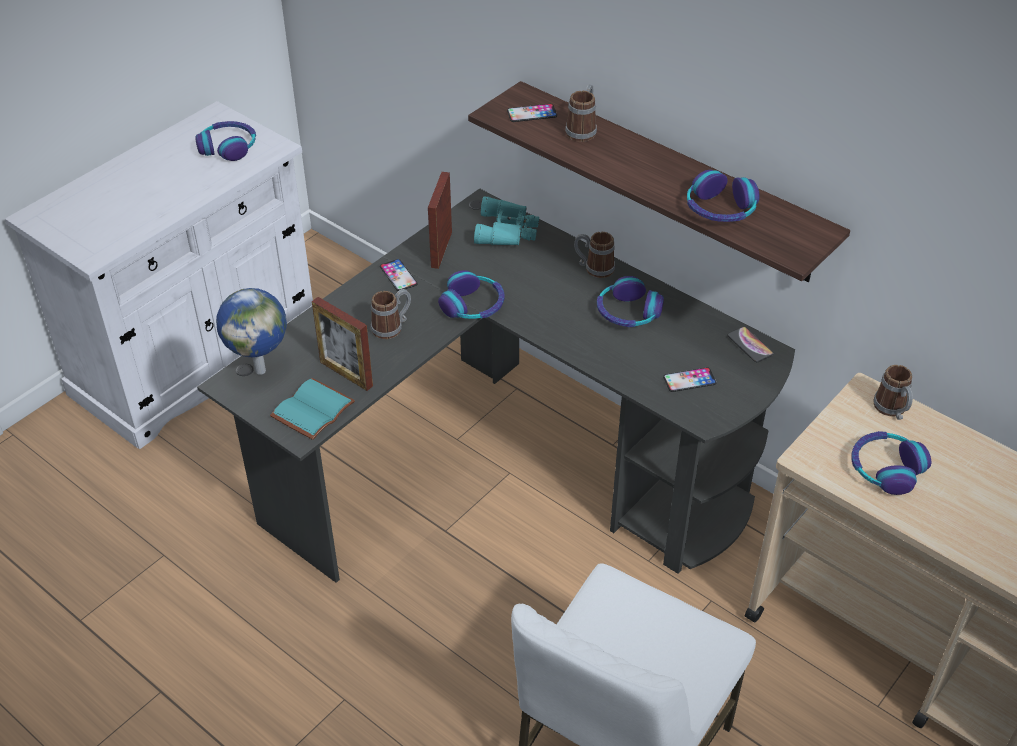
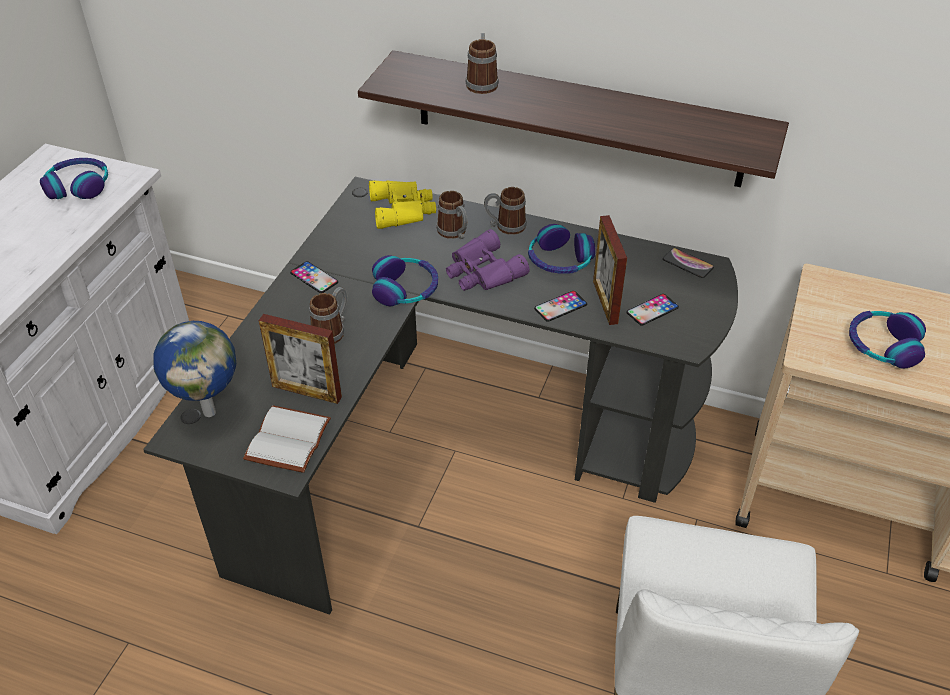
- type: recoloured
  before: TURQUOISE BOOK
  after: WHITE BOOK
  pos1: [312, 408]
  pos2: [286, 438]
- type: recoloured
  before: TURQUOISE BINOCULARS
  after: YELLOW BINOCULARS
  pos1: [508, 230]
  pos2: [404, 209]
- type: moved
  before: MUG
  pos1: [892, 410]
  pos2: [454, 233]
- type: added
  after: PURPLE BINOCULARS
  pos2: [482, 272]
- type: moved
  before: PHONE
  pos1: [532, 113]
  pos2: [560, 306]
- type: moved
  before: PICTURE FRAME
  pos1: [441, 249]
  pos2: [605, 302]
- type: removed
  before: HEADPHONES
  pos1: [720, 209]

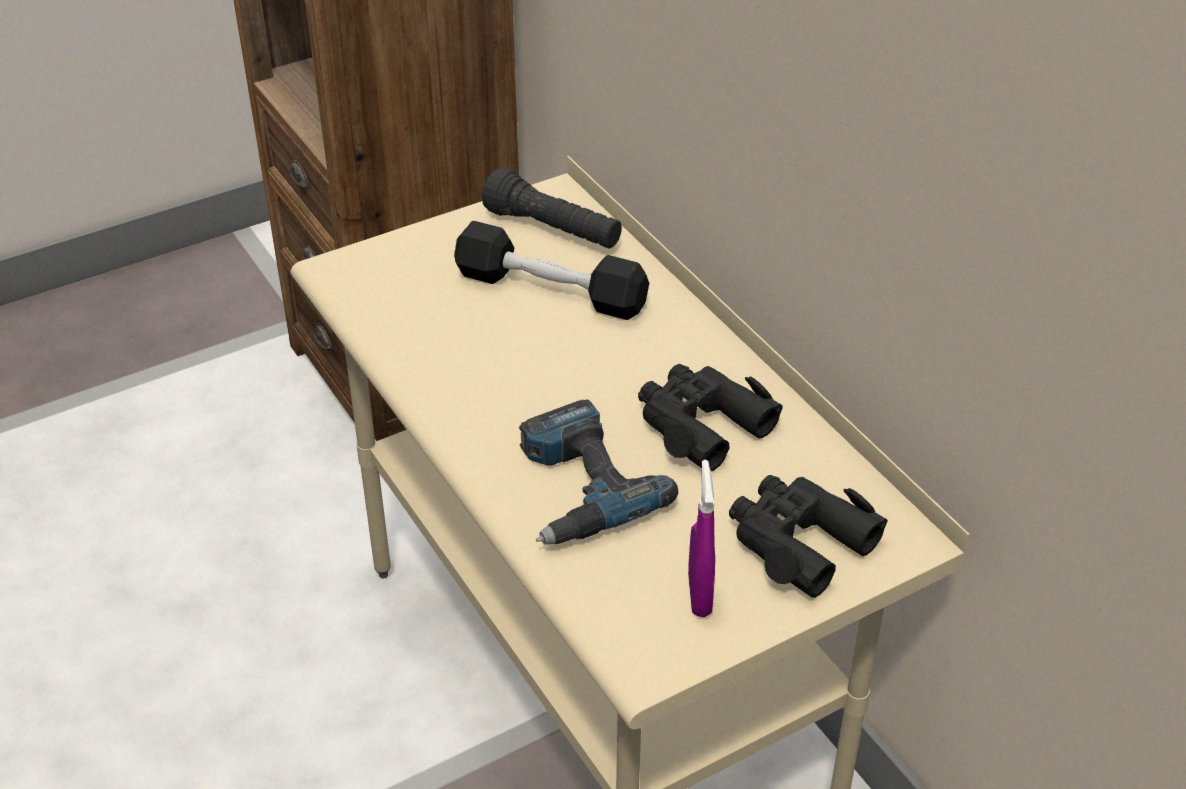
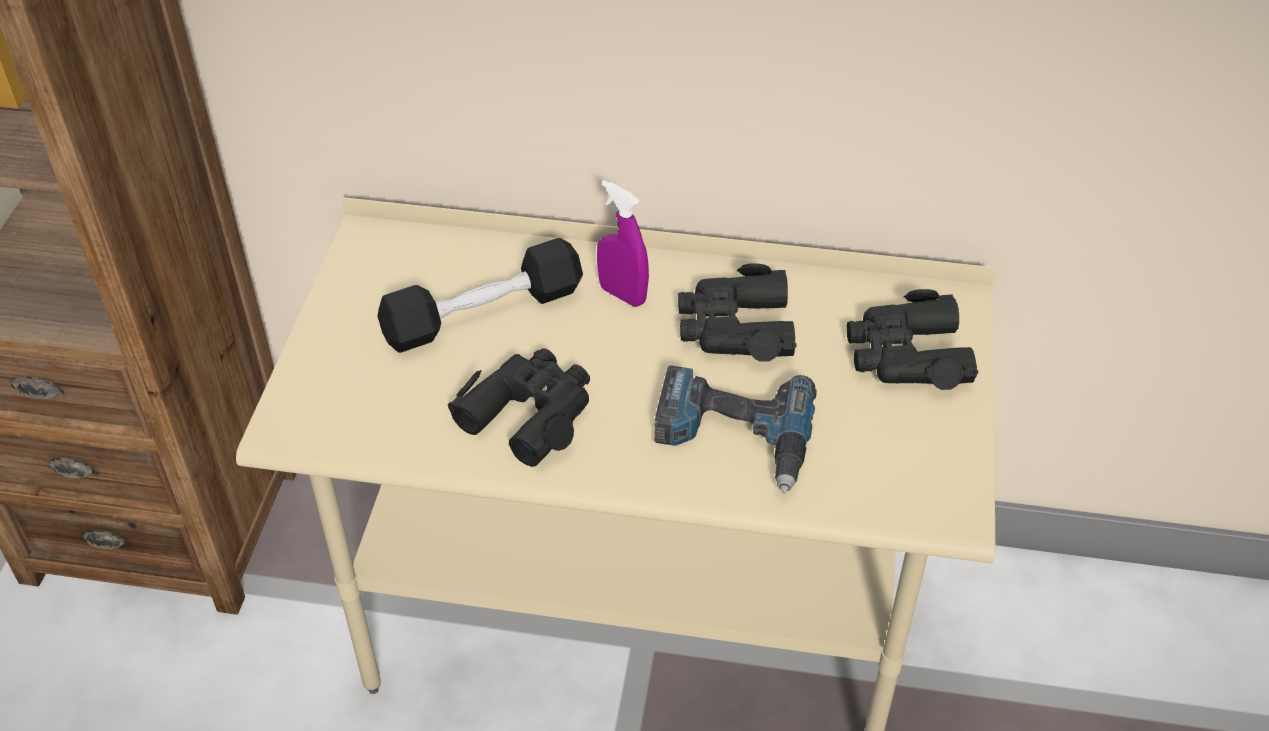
- type: added
  after: BLACK BINOCULARS
  pos2: [529, 412]
- type: moved
  before: PURPLE SPRAY BOTTLE
  pos1: [699, 595]
  pos2: [622, 295]
- type: removed
  before: BLACK FLASHLIGHT
  pos1: [553, 230]

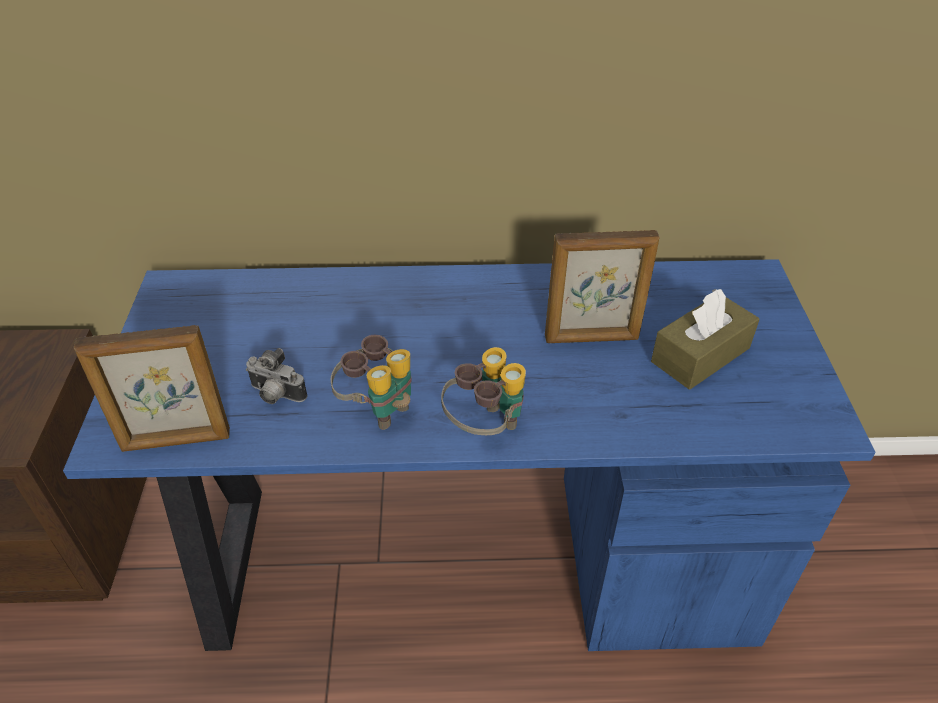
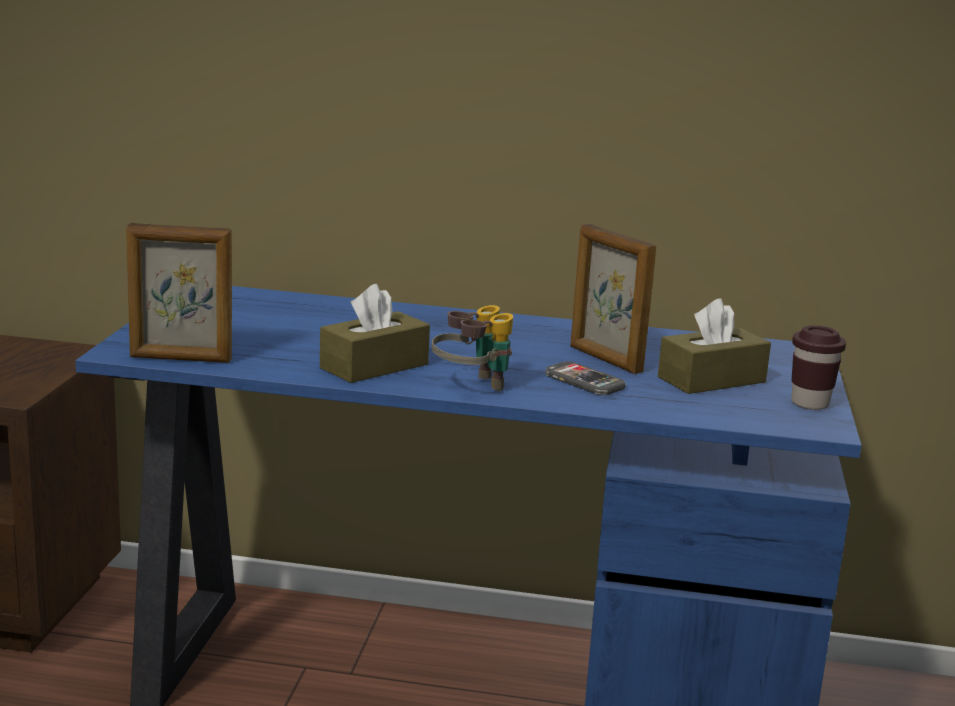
- type: replaced
  before: BINOCULARS
  after: BROWN TISSUE BOX
  pos1: [378, 407]
  pos2: [374, 366]
- type: added
  after: PHONE
  pos2: [584, 381]
- type: turned
  before: PICTURE FRAME
  pos1: [592, 338]
  pos2: [605, 359]
  turn: 45
- type: added
  after: BROWN CUP
  pos2: [810, 403]
- type: removed
  before: PHOTO CAMERA
  pos1: [275, 396]

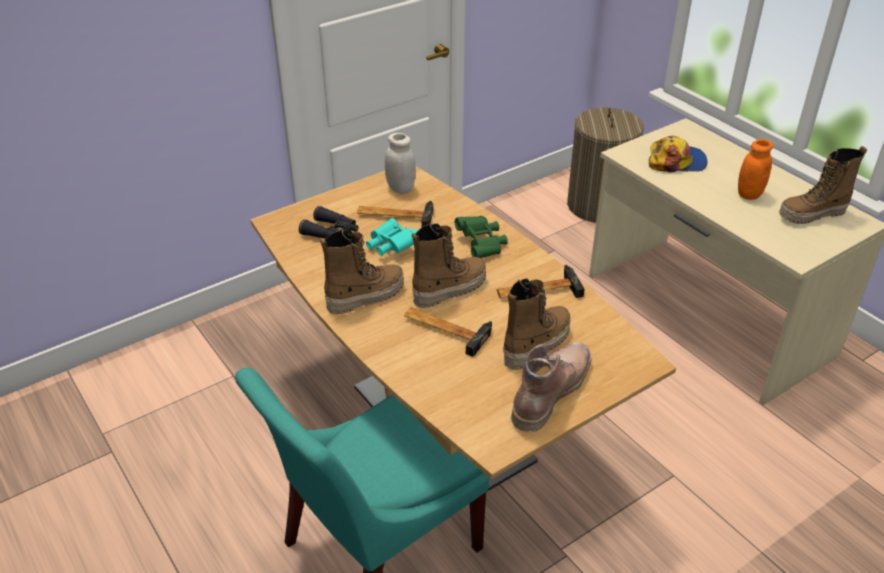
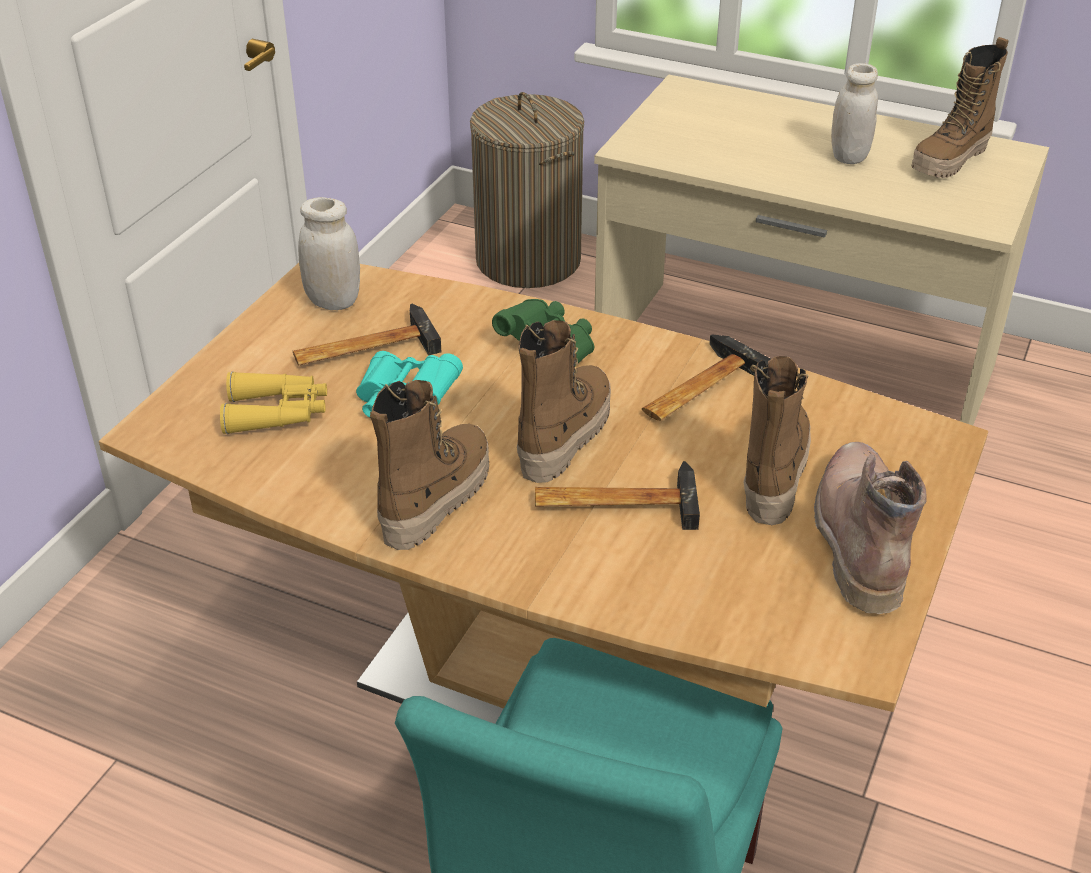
- type: recoloured
  before: BLACK BINOCULARS
  after: YELLOW BINOCULARS
  pos1: [332, 232]
  pos2: [277, 413]
- type: recoloured
  before: ORANGE JAR
  after: WHITE JAR
  pos1: [749, 194]
  pos2: [849, 156]
- type: removed
  before: CAP
  pos1: [676, 161]

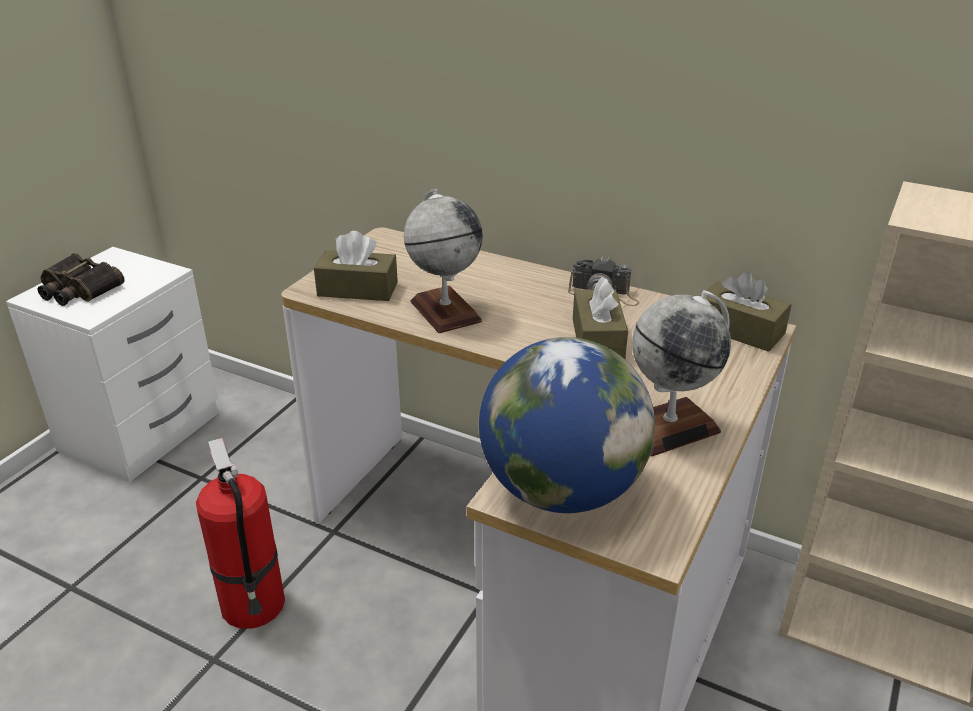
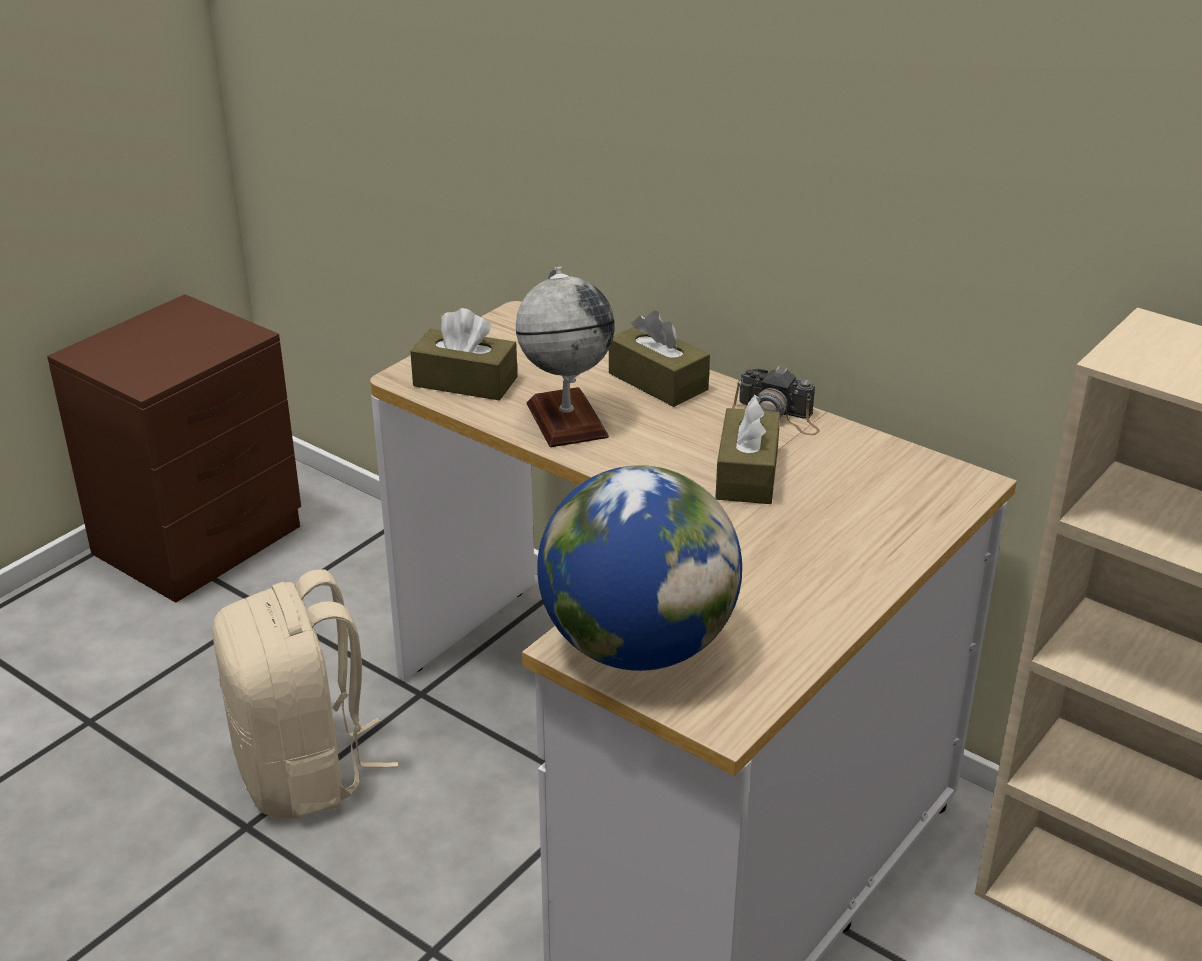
- type: recoloured
  before: WHITE NIGHTSTAND
  after: BROWN NIGHTSTAND
  pos1: [144, 431]
  pos2: [203, 540]
- type: replaced
  before: FIRE EXTINGUISHER
  after: BEIGE BACKPACK
  pos1: [254, 606]
  pos2: [305, 771]
- type: moved
  before: BROWN TISSUE BOX
  pos1: [739, 330]
  pos2: [658, 381]
- type: removed
  before: BINOCULARS
  pos1: [78, 289]
- type: removed
  before: GLOBE
  pos1: [669, 427]

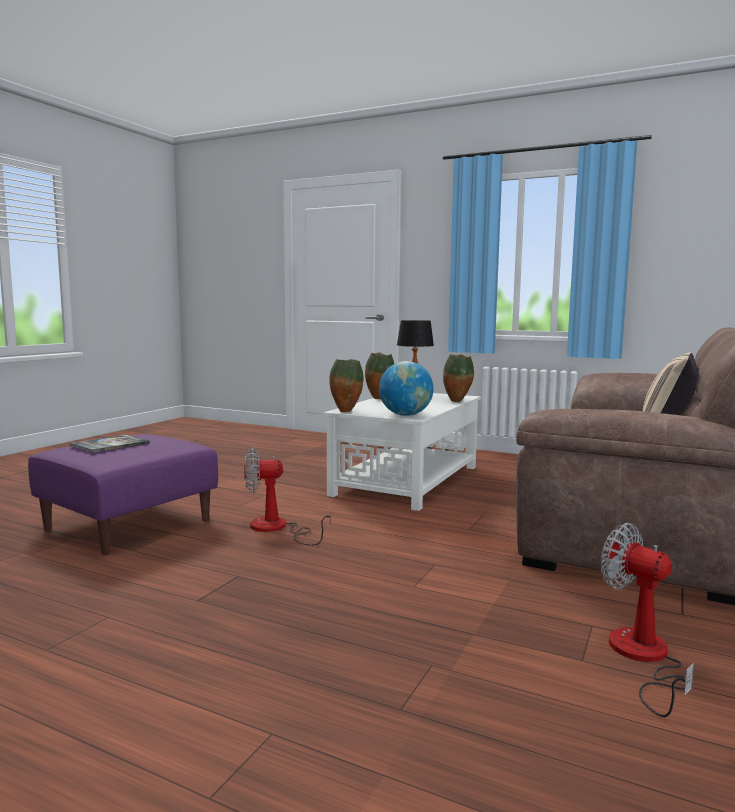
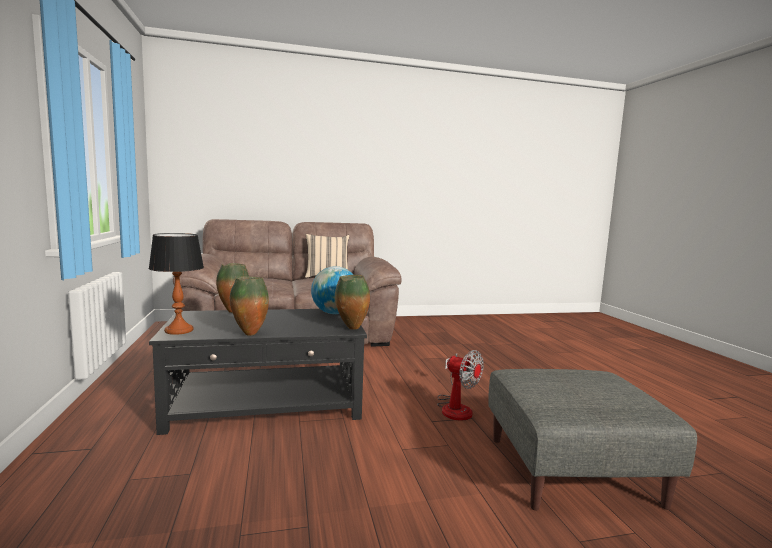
- type: recoloured
  before: WHITE COFFEE TABLE
  after: BLACK COFFEE TABLE
  pos1: [406, 480]
  pos2: [267, 403]
- type: recoloured
  before: PURPLE OTTOMAN
  after: GREY OTTOMAN
  pos1: [128, 524]
  pos2: [571, 471]
- type: removed
  before: BOOK
  pos1: [110, 445]
- type: removed
  before: FAN
  pos1: [643, 658]

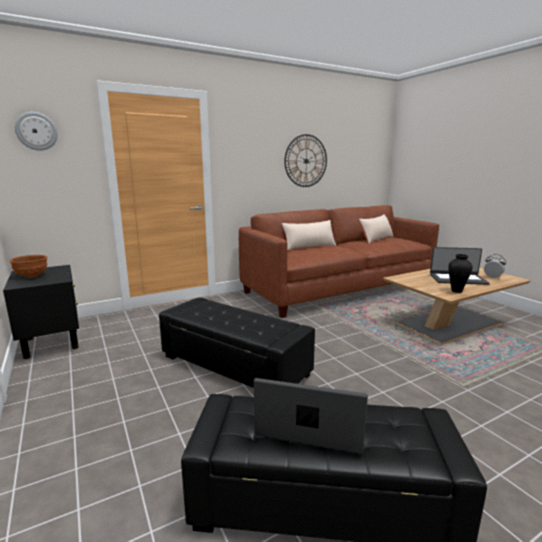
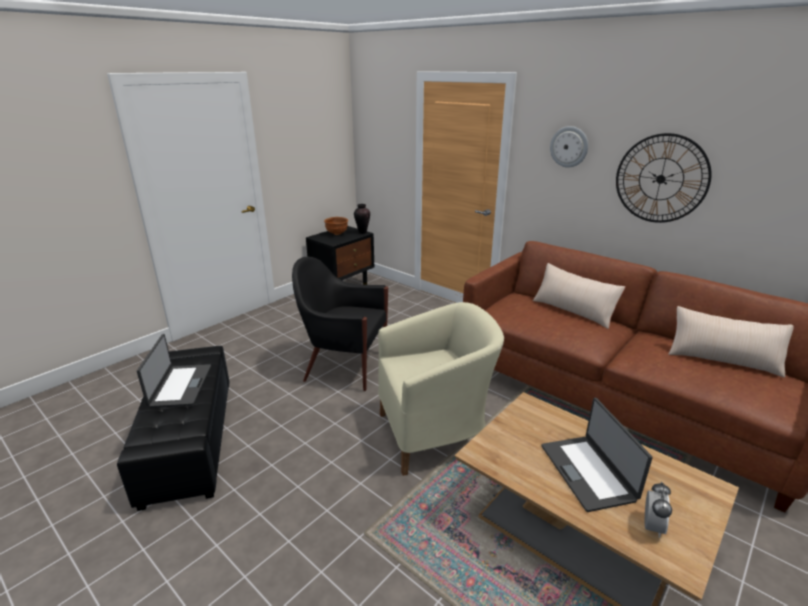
- type: replaced
  before: BLACK OTTOMAN
  after: BLACK ARMCHAIR
  pos1: [234, 365]
  pos2: [344, 366]
- type: moved
  before: VASE
  pos1: [456, 291]
  pos2: [362, 232]
- type: added
  after: BEIGE ARMCHAIR
  pos2: [435, 434]
- type: moved
  before: WALL CLOCK
  pos1: [36, 131]
  pos2: [569, 147]

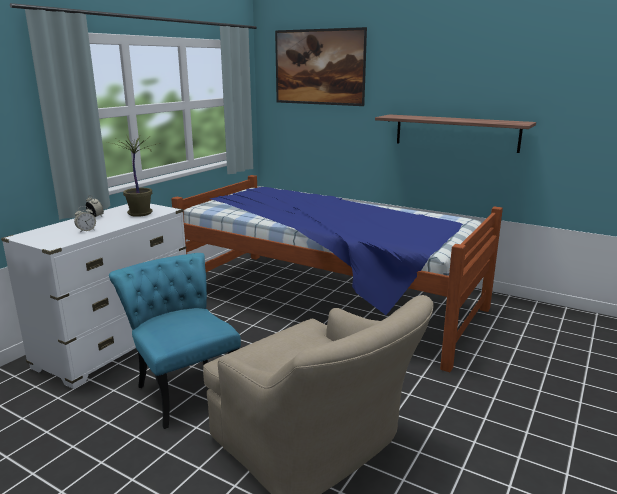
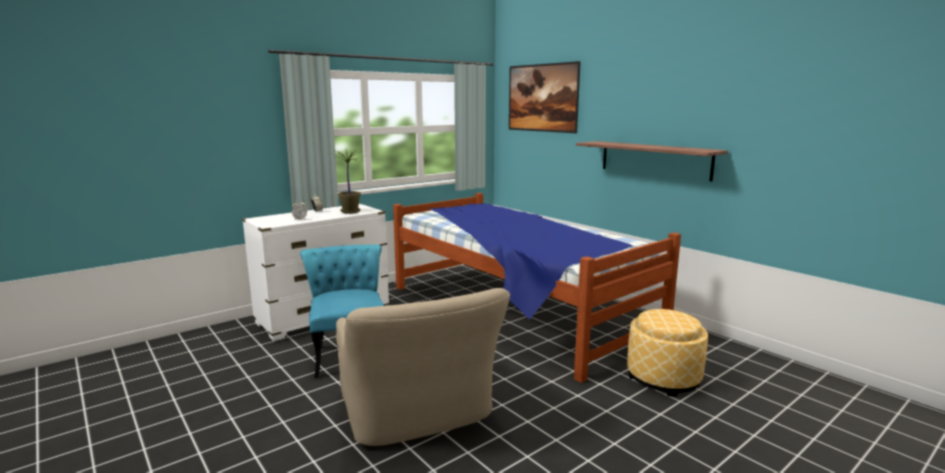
- type: added
  after: OTTOMAN
  pos2: [663, 378]

